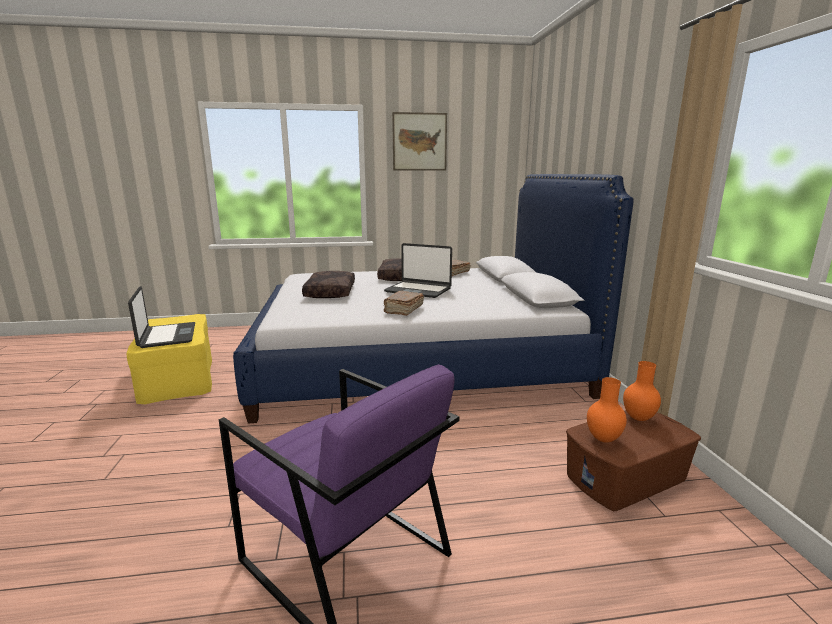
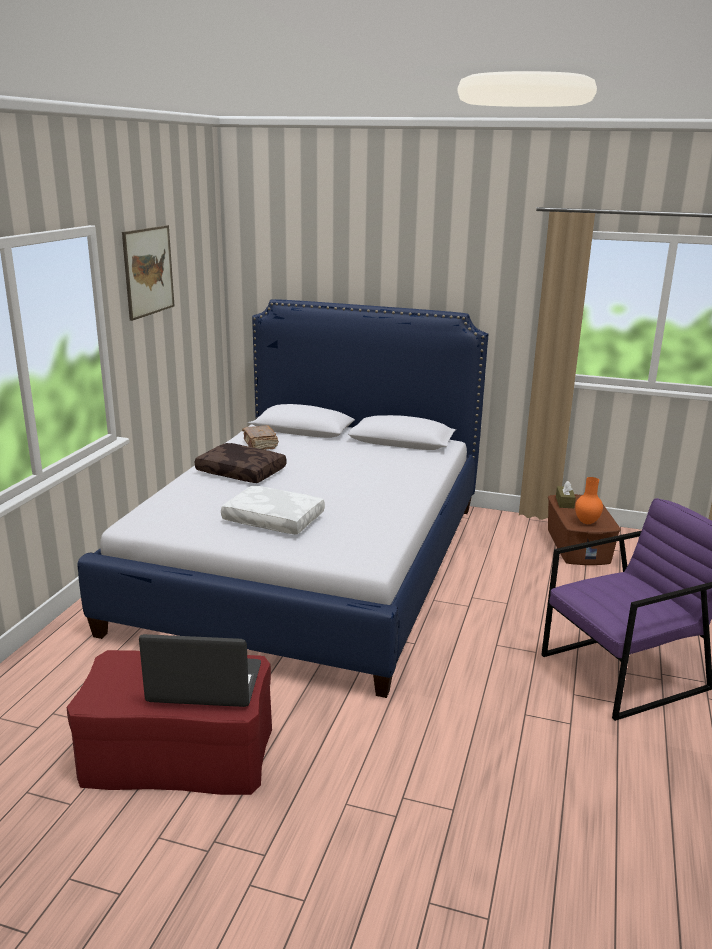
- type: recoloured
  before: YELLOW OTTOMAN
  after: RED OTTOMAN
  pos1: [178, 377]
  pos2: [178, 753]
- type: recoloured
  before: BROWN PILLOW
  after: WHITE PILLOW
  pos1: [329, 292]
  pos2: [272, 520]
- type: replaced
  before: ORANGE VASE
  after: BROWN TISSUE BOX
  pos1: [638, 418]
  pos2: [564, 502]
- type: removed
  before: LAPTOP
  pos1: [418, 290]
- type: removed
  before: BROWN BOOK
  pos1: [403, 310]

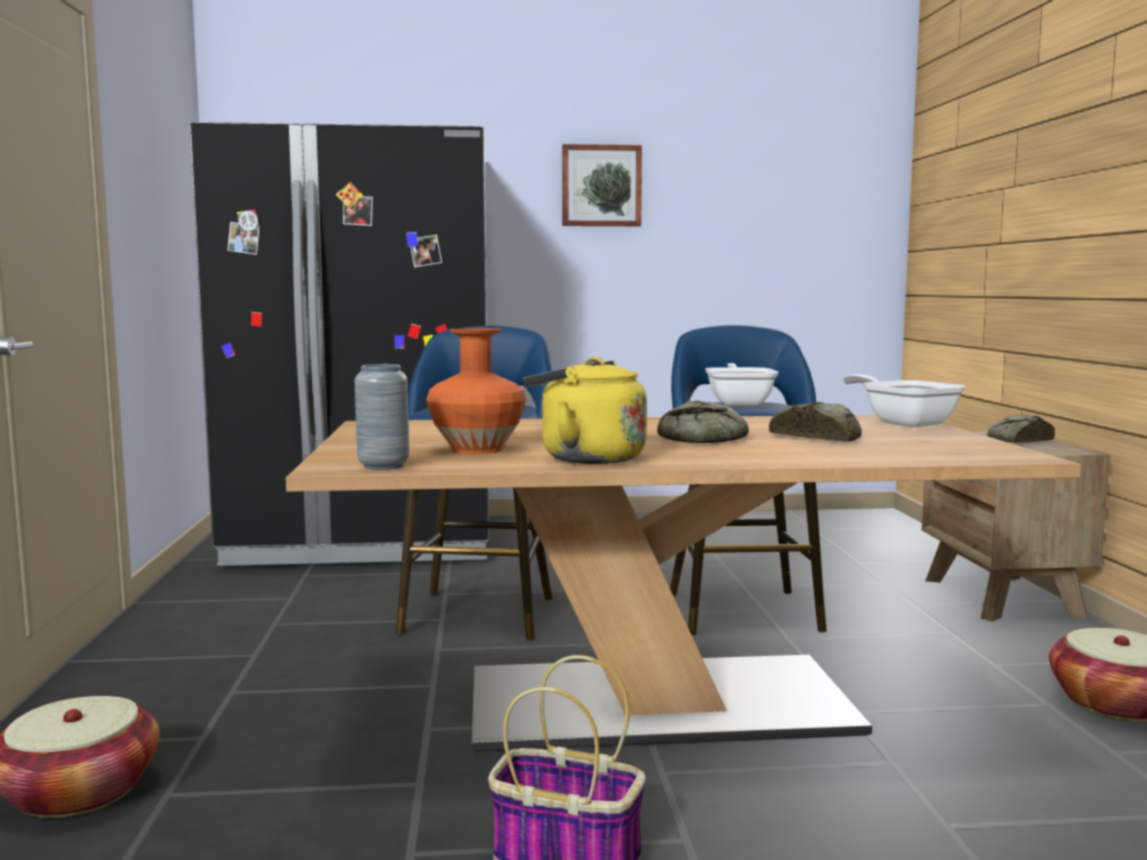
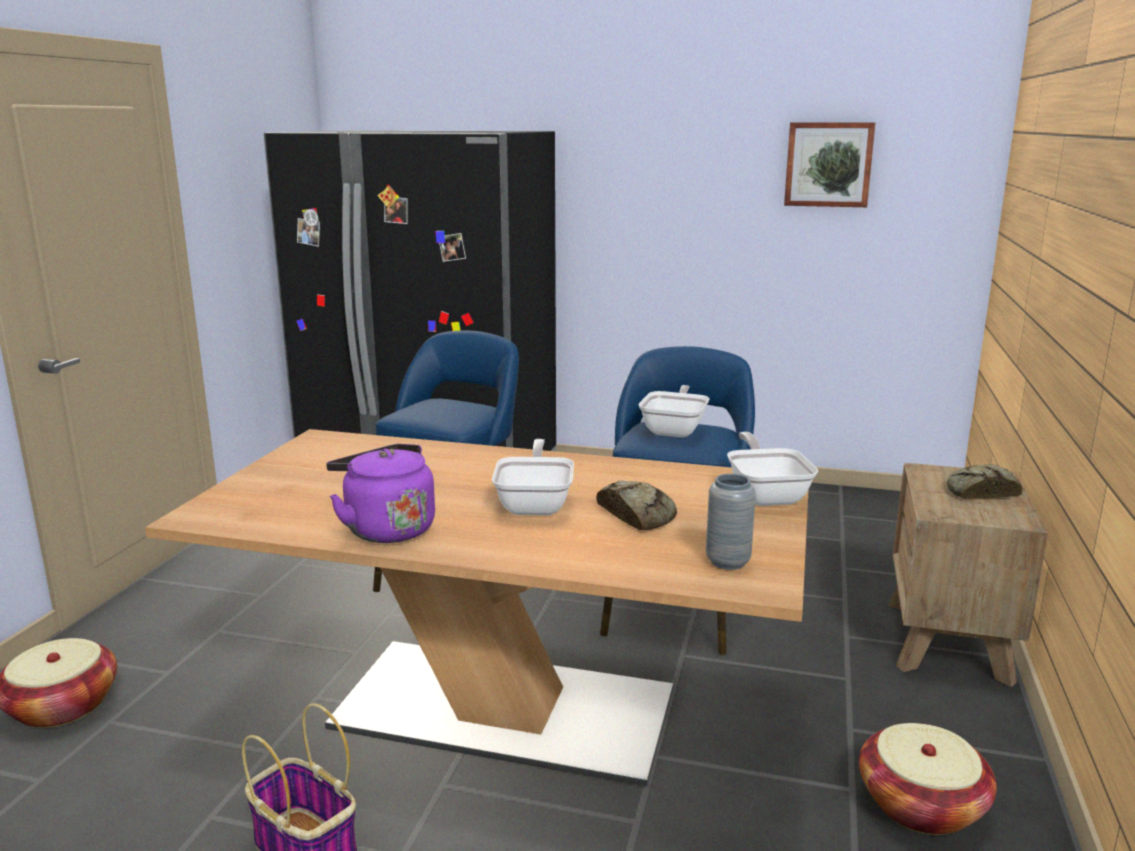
- type: recoloured
  before: YELLOW KETTLE
  after: PURPLE KETTLE
  pos1: [586, 458]
  pos2: [386, 529]
- type: replaced
  before: BREAD
  after: FRYING PAN
  pos1: [706, 438]
  pos2: [536, 504]
- type: moved
  before: GREY VASE
  pos1: [383, 466]
  pos2: [727, 562]
- type: moved
  before: PICTURE
  pos1: [601, 186]
  pos2: [828, 164]
- type: removed
  before: ORANGE VASE
  pos1: [478, 450]

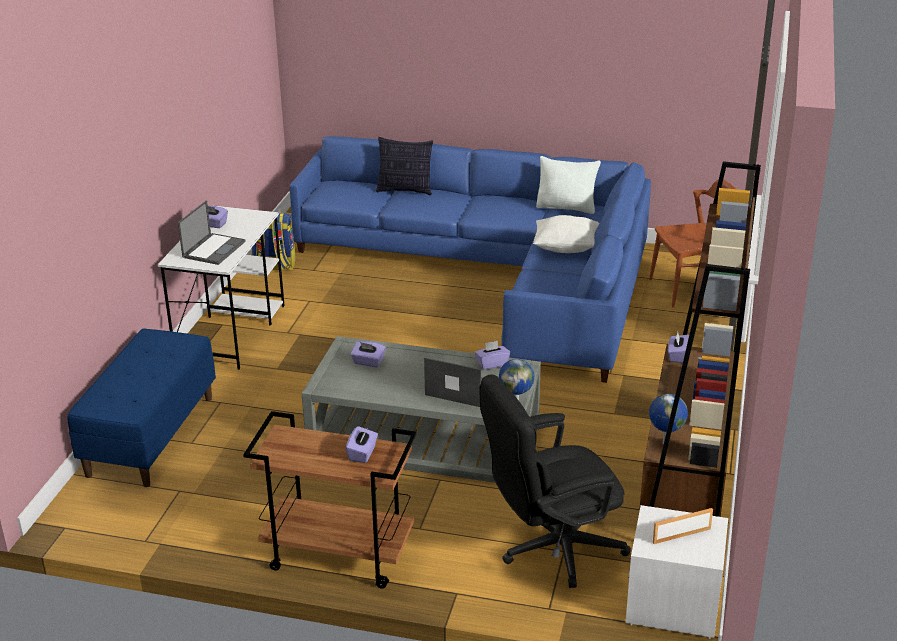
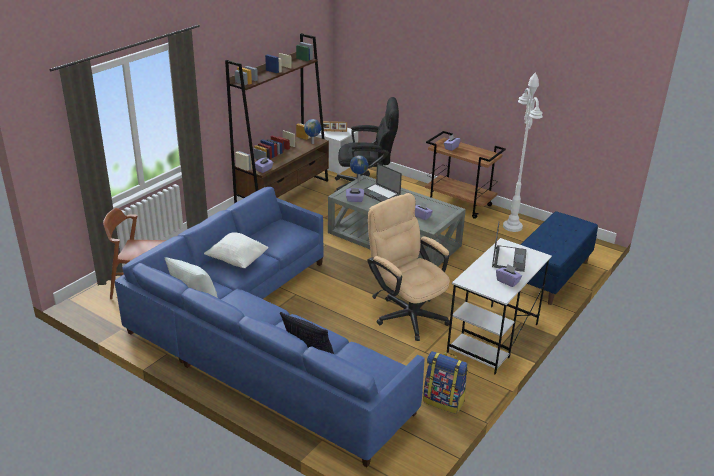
- type: added
  after: BEIGE OFFICE CHAIR
  pos2: [406, 313]
- type: turned
  before: LAPTOP
  pos1: [214, 249]
  pos2: [509, 258]
  turn: 150
- type: added
  after: WHITE FLOOR LAMP
  pos2: [512, 227]

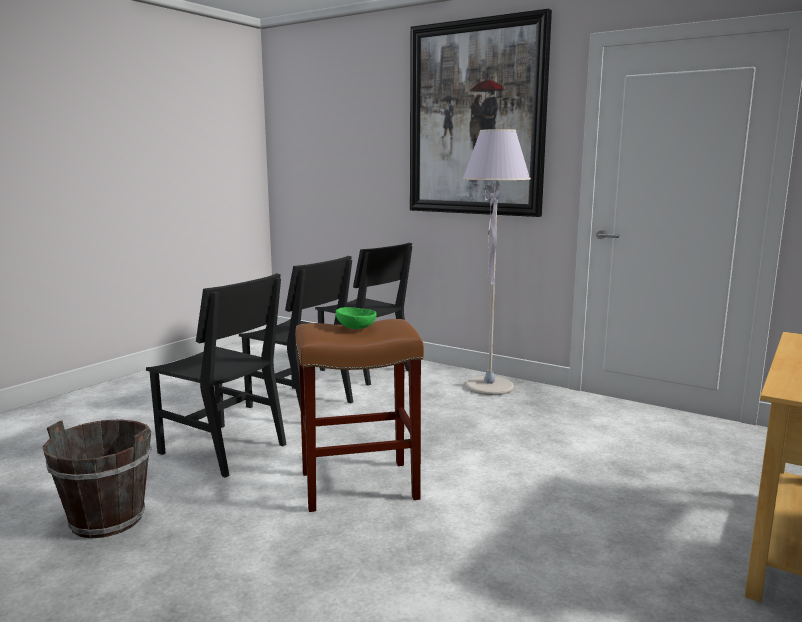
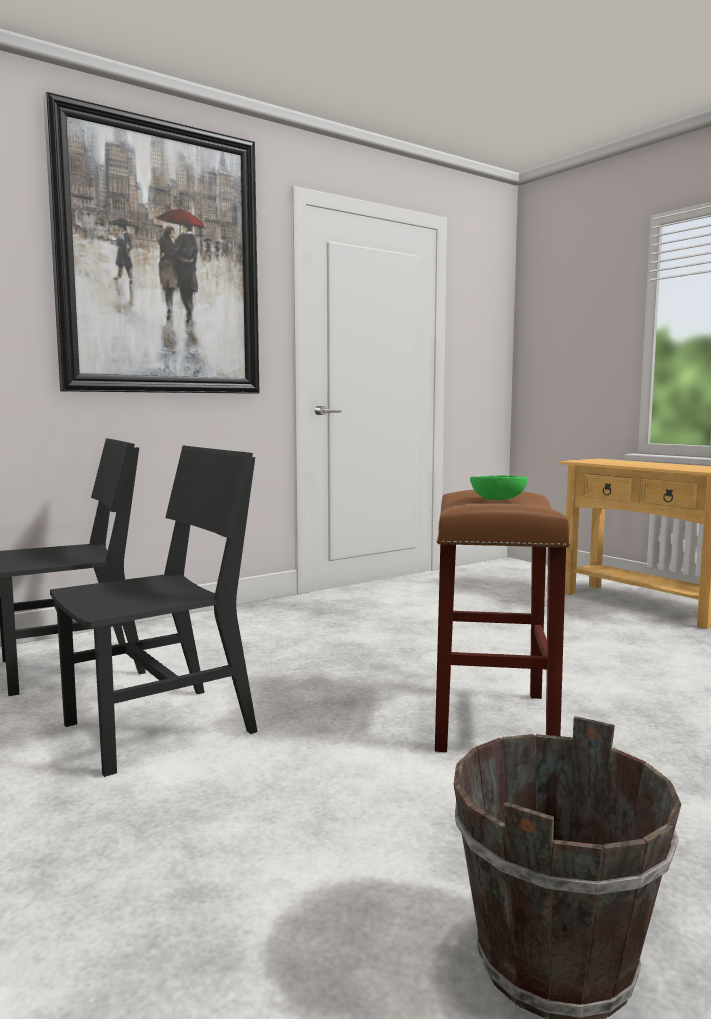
- type: removed
  before: BLACK CHAIR
  pos1: [222, 449]
- type: removed
  before: GREY FLOOR LAMP
  pos1: [489, 387]

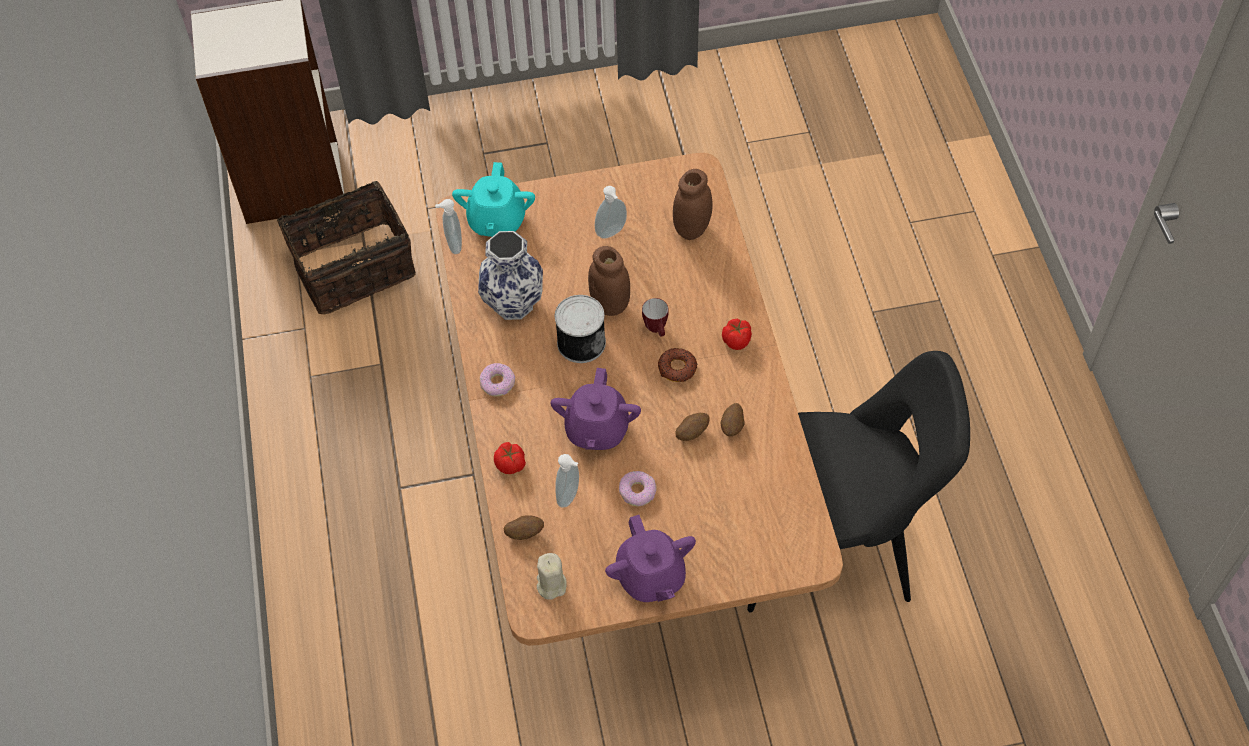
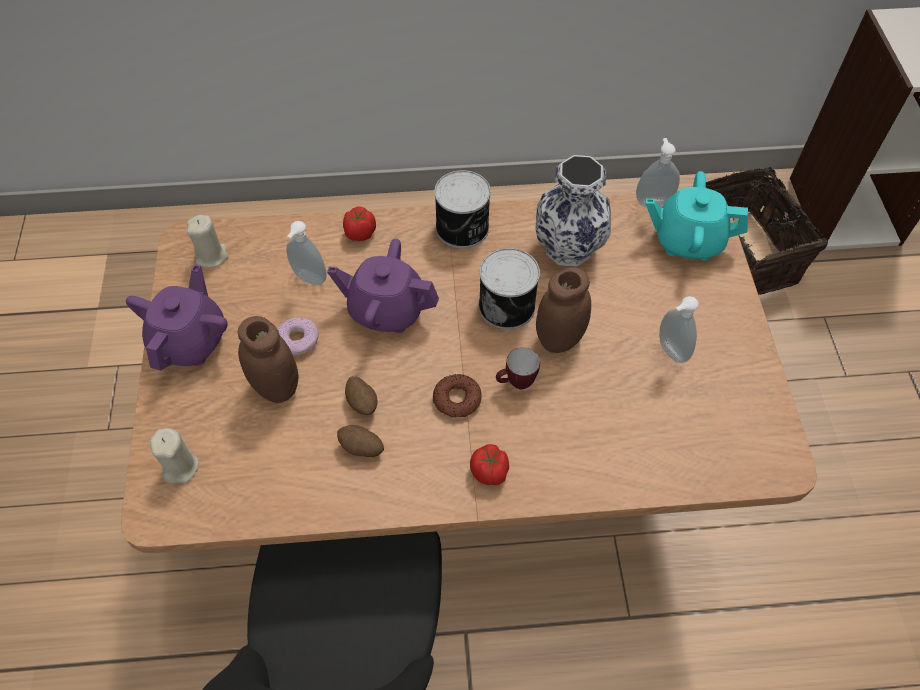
- type: turned
  before: PURPLE TEAPOT
  pos1: [650, 577]
  pos2: [190, 341]
  turn: 120
- type: added
  after: BEIGE CANDLE
  pos2: [180, 466]
- type: moved
  before: BROWN JAR
  pos1: [692, 229]
  pos2: [276, 387]
- type: replaced
  before: DONUT
  after: CAN
  pos1: [498, 383]
  pos2: [463, 228]
- type: removed
  before: POTATO
  pos1: [524, 533]

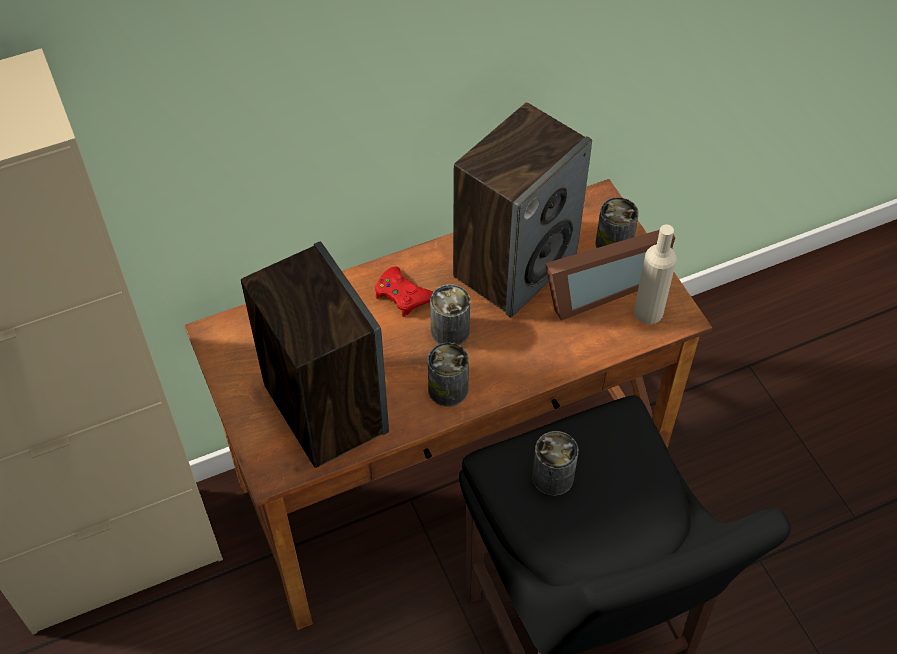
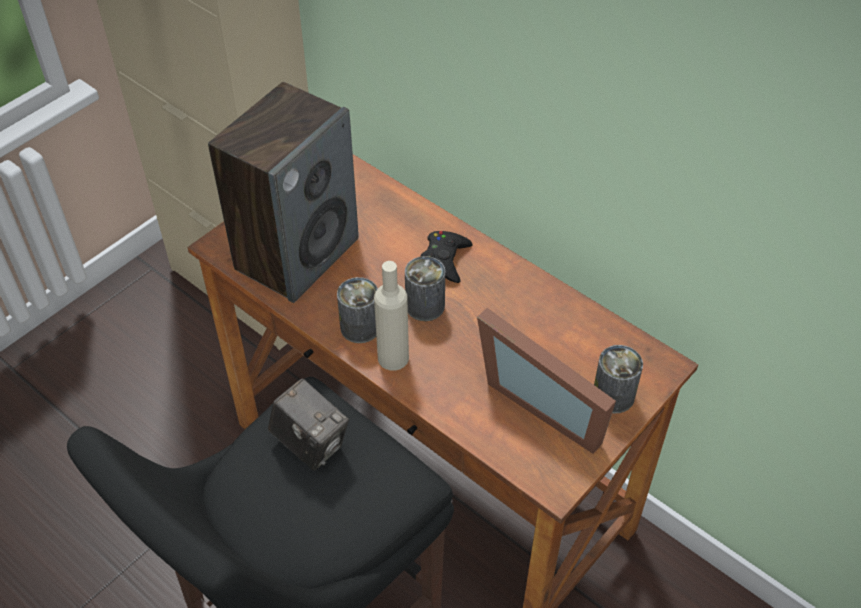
- type: replaced
  before: CAN
  after: PHOTO CAMERA
  pos1: [552, 477]
  pos2: [310, 444]
- type: moved
  before: BEIGE BOTTLE
  pos1: [648, 312]
  pos2: [393, 358]
- type: recoloured
  before: RED GAME CONTROLLER
  after: BLACK GAME CONTROLLER
  pos1: [403, 295]
  pos2: [445, 260]
- type: removed
  before: SPEAKER
  pos1: [515, 265]

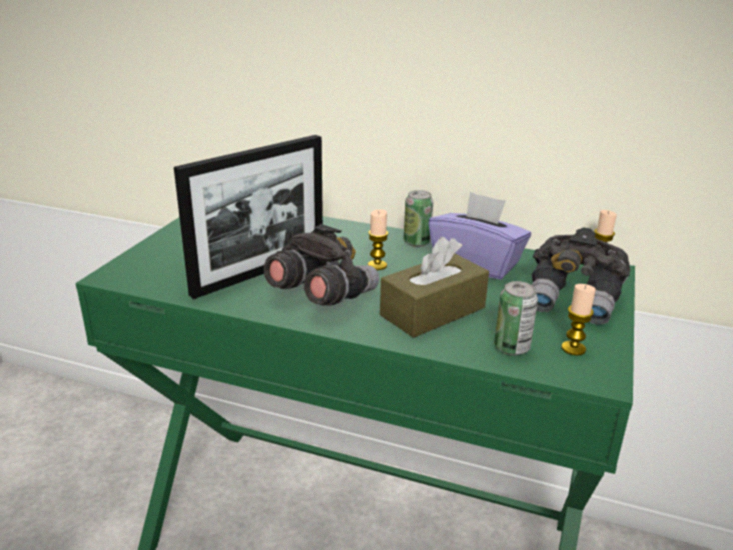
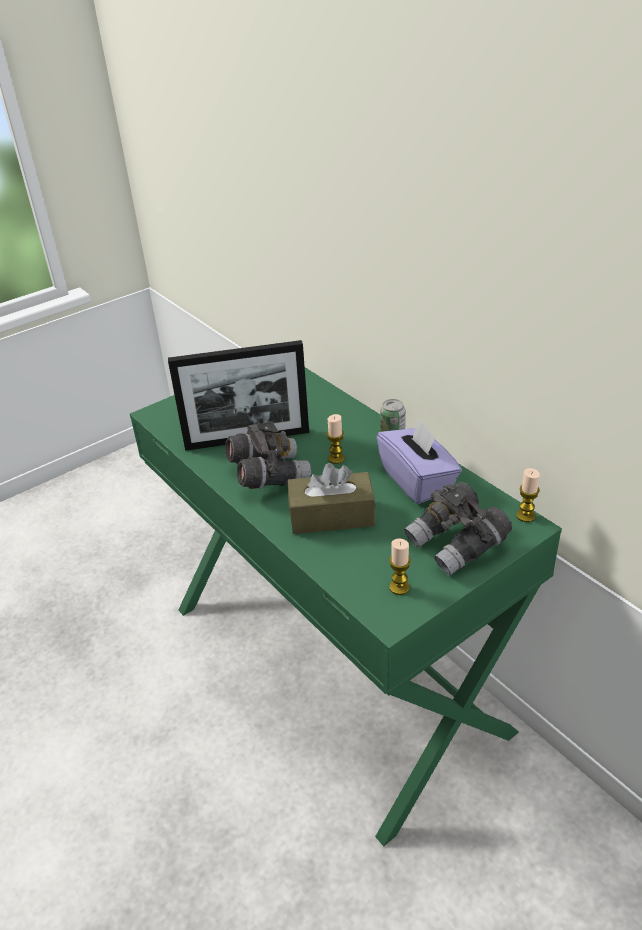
- type: removed
  before: CAN
  pos1: [511, 347]

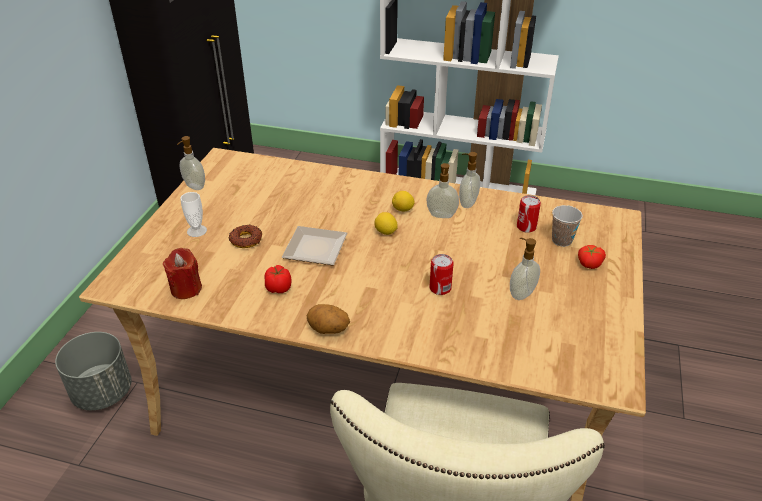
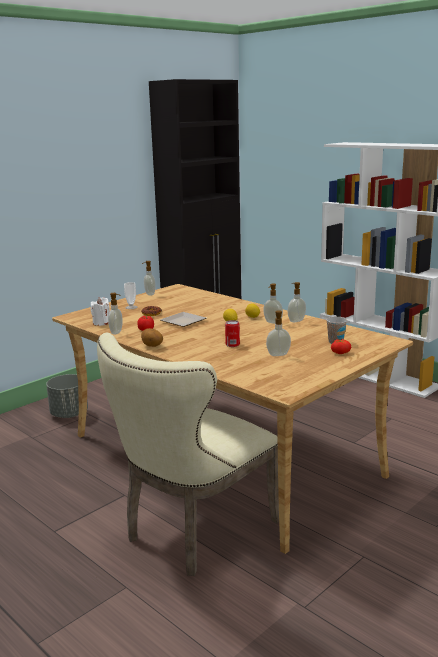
- type: recoloured
  before: RED CANDLE
  after: WHITE CANDLE
  pos1: [186, 289]
  pos2: [101, 323]
- type: added
  after: SOAP DISPENSER
  pos2: [117, 332]
- type: removed
  before: CAN
  pos1: [526, 227]

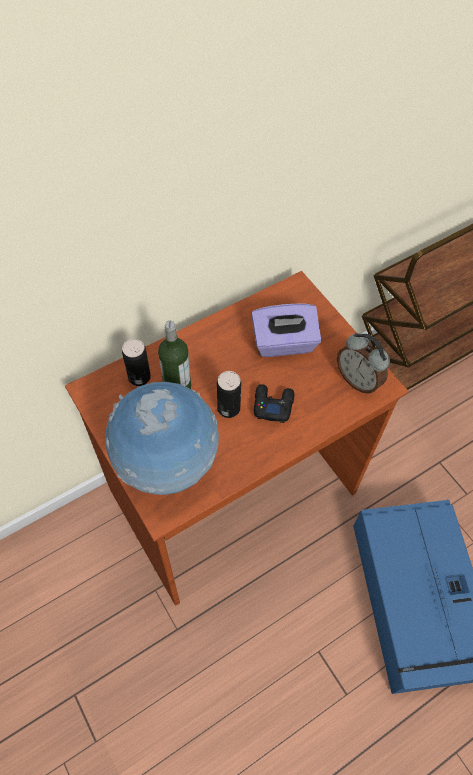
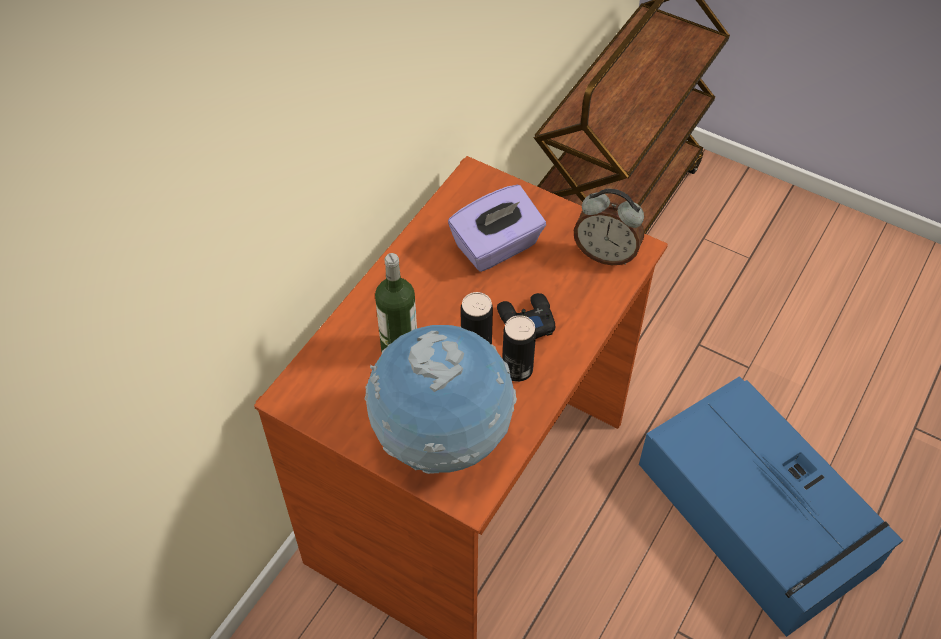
- type: moved
  before: CAN
  pos1: [139, 377]
  pos2: [517, 369]

